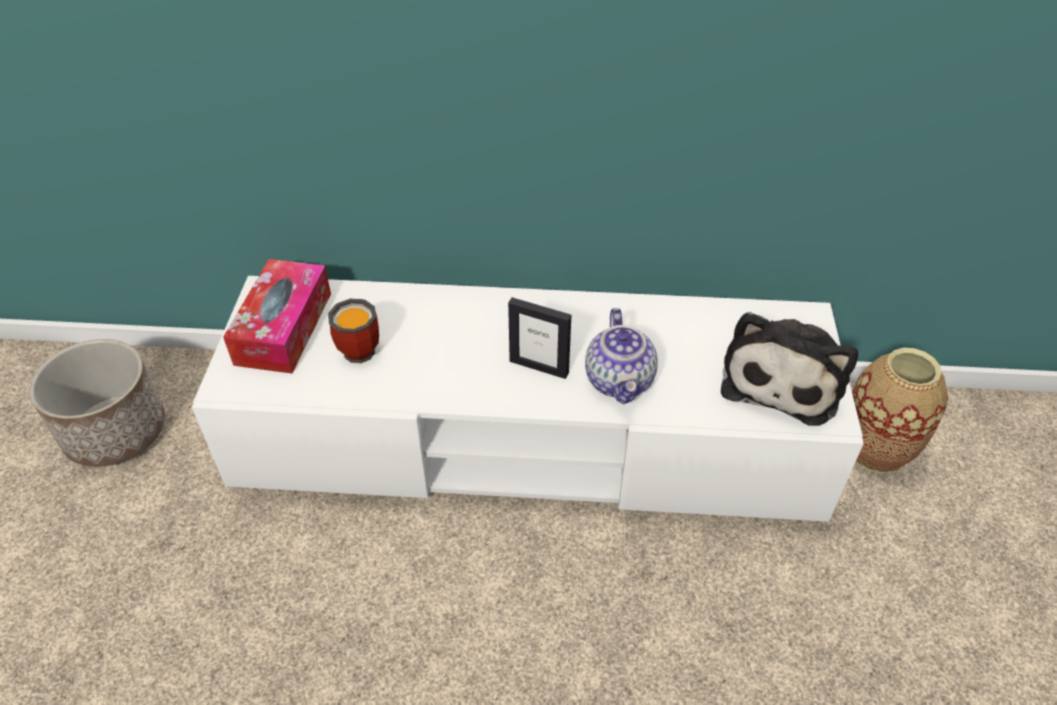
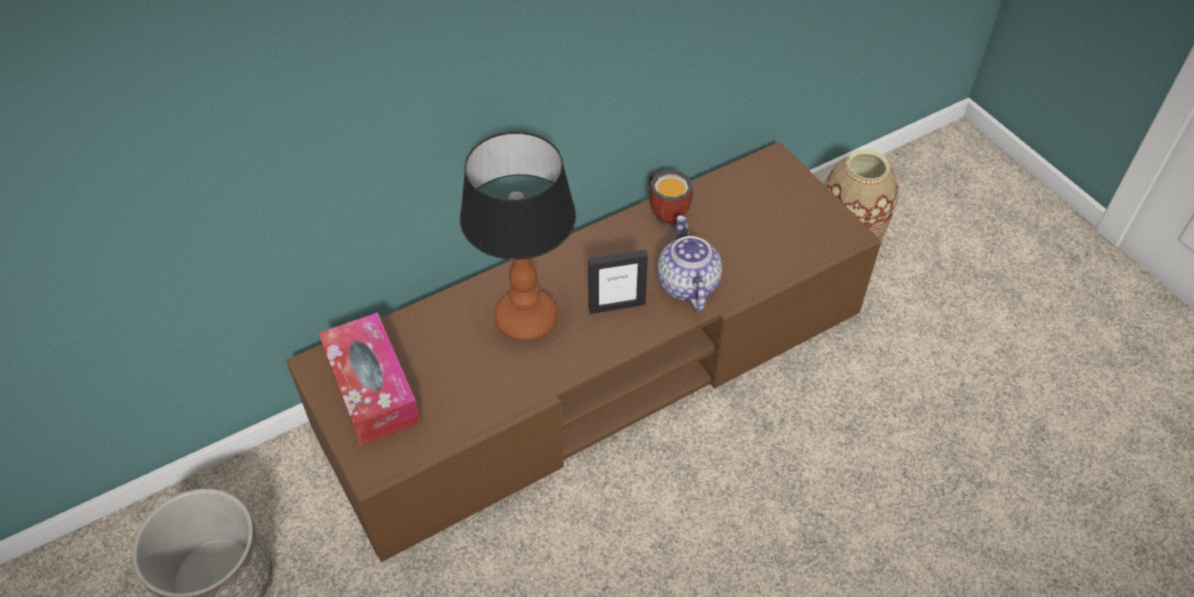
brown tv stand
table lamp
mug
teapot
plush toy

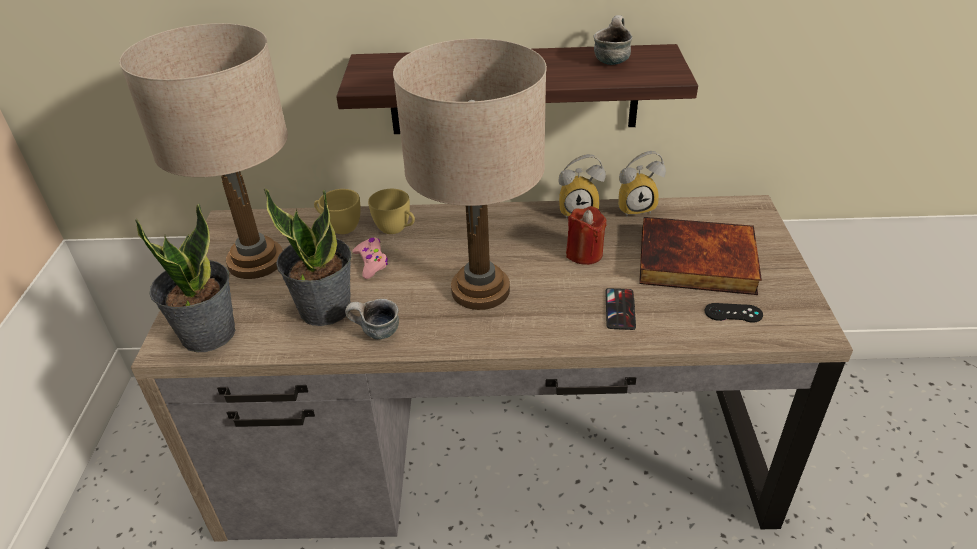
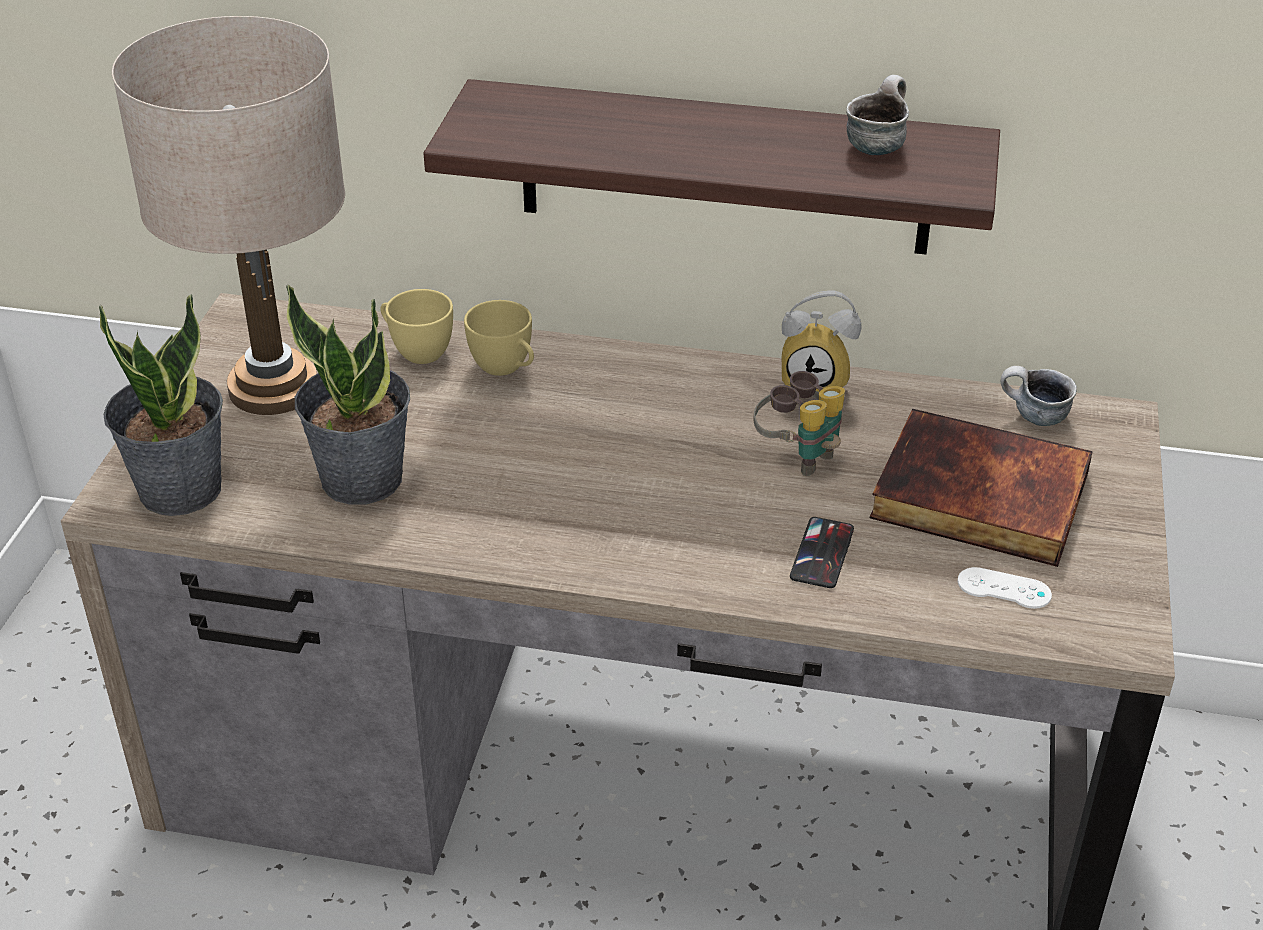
binoculars
white game controller
mug (no. 2 from left)
pink game controller
beige table lamp (no. 2 from left in the first image)
alarm clock (no. 2 from left in the first image)

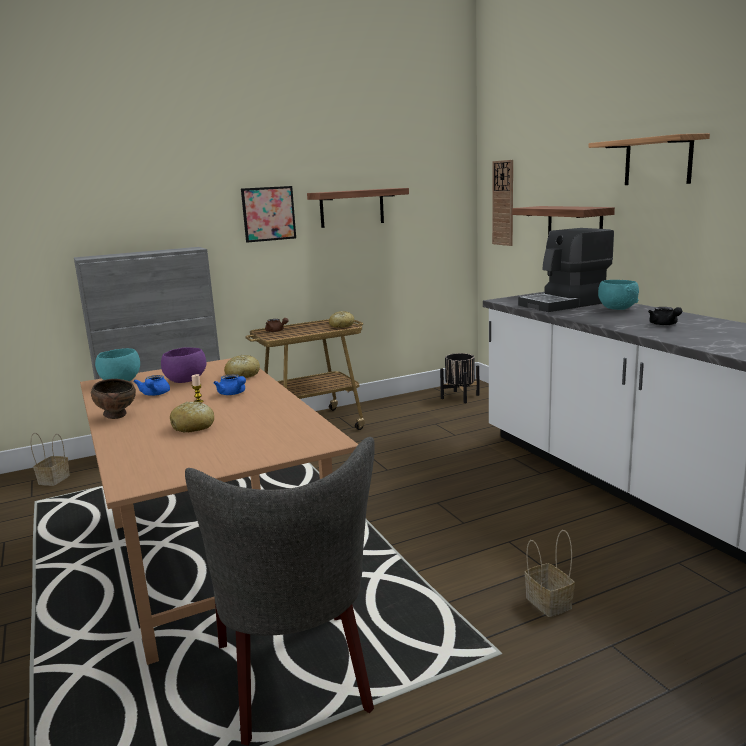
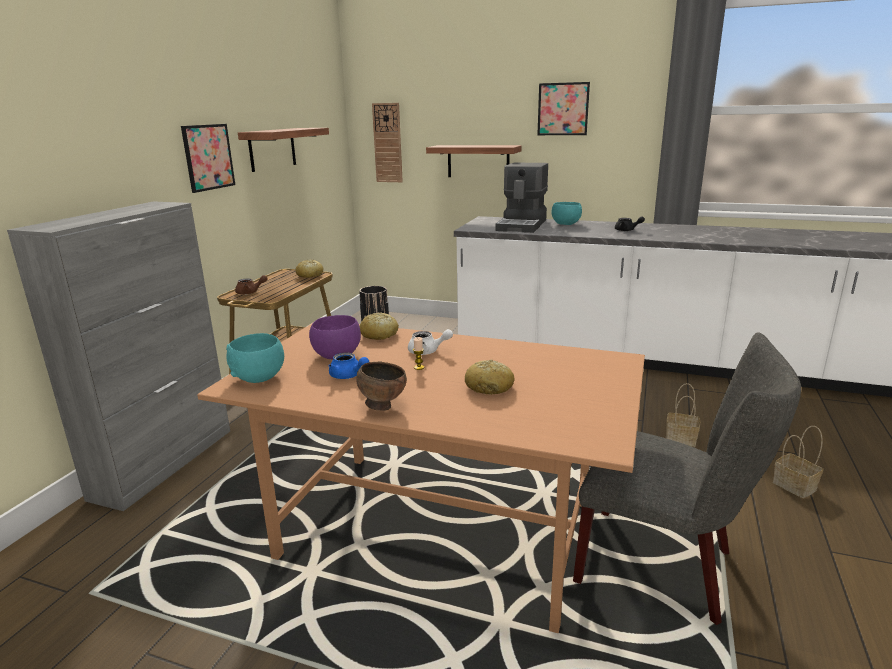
white teapot
picture (no. 2 from left)
basket (no. 2 from left)

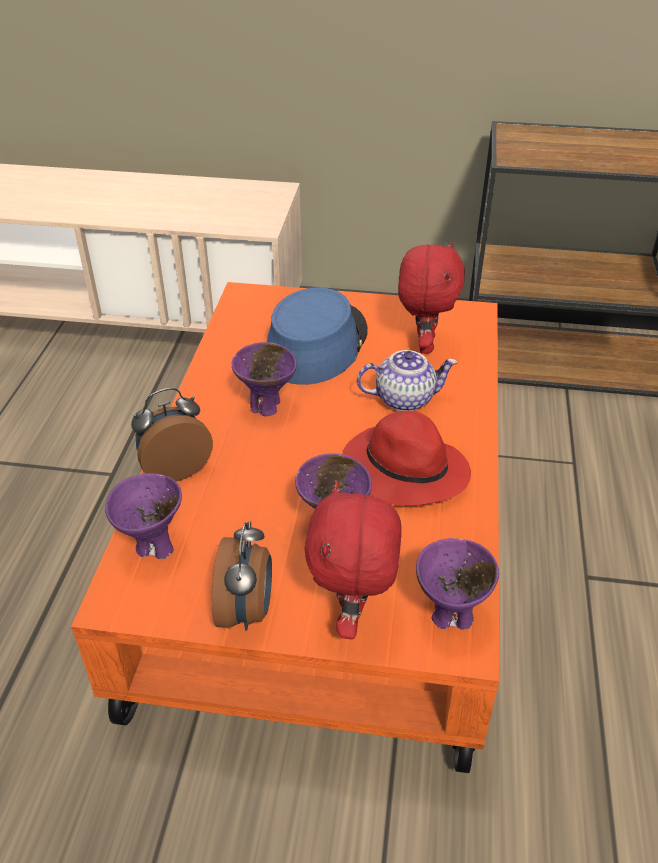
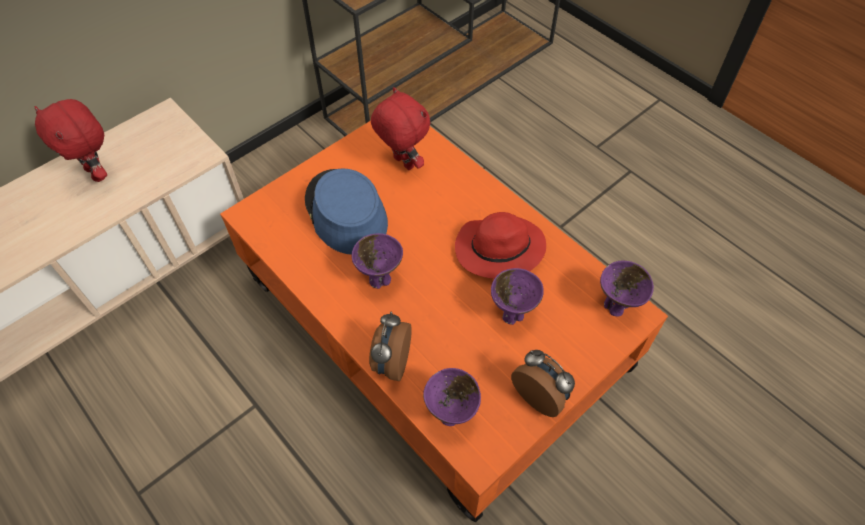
red plush toy (no. 1 from left)
teapot

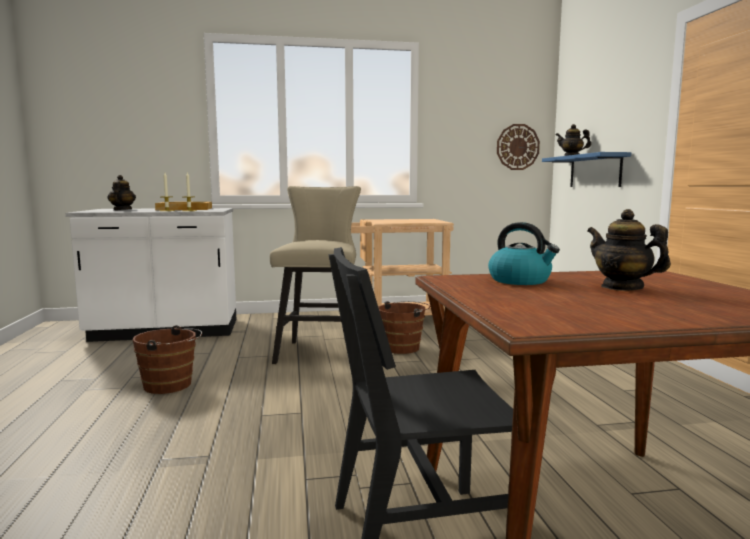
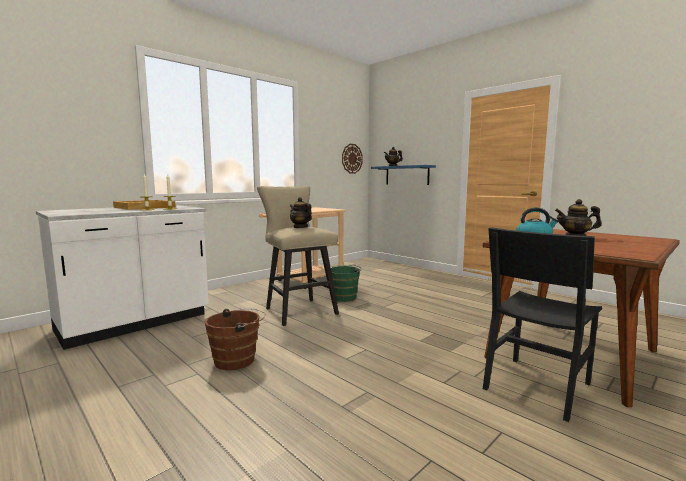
teapot (no. 1 from left)
green bucket

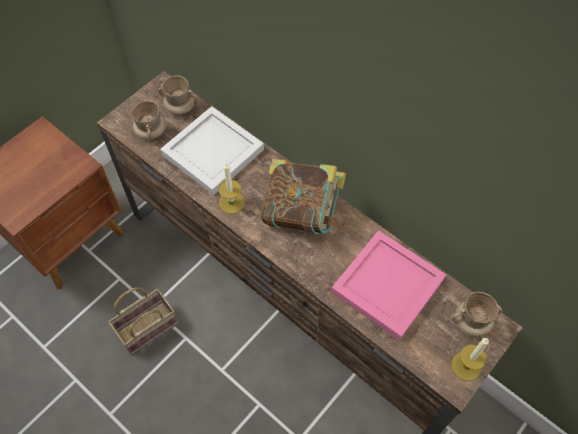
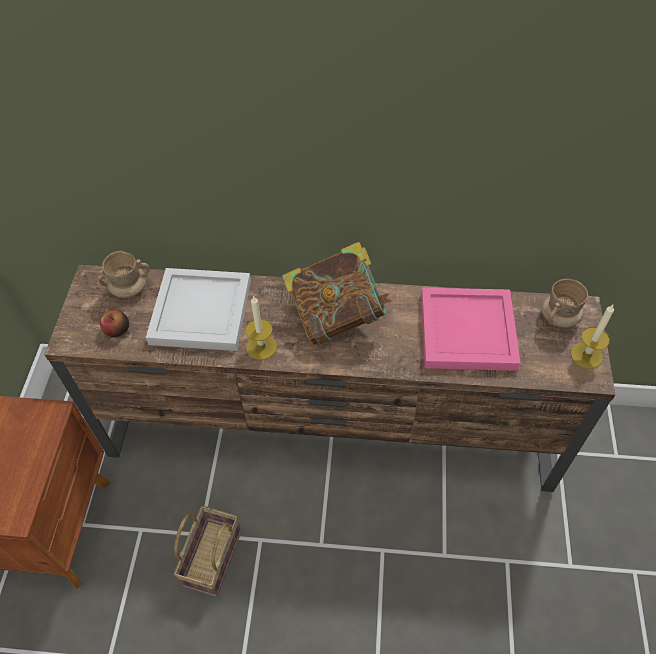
apple

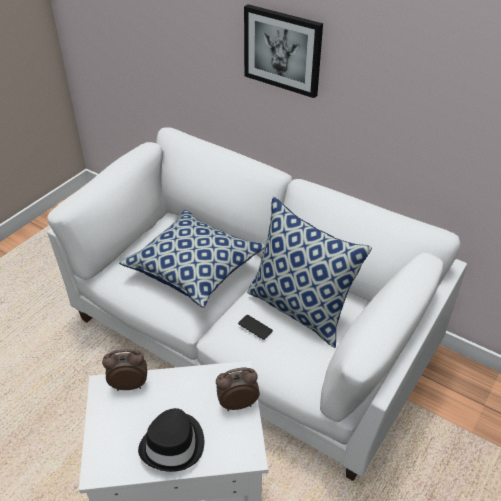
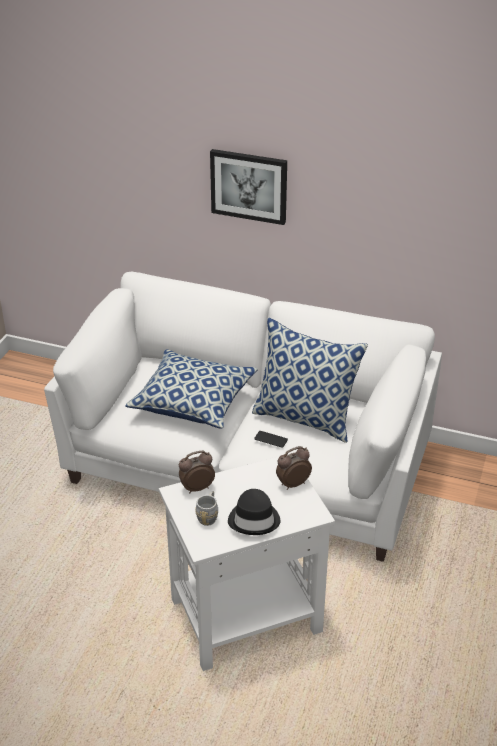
grey mug

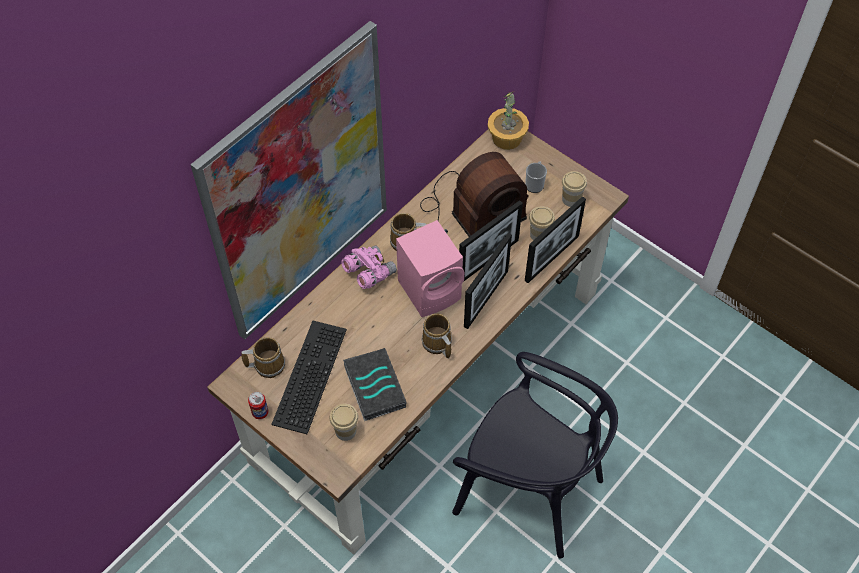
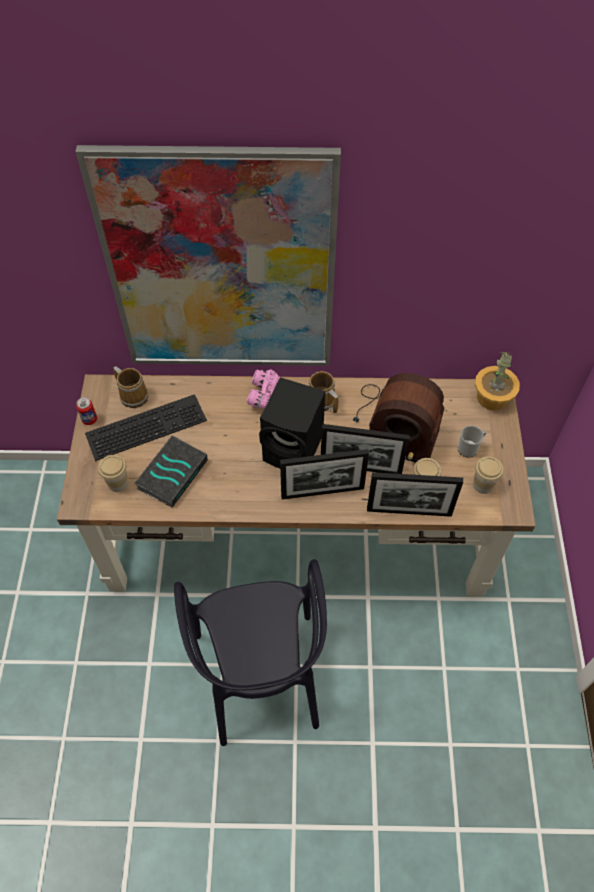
black speaker
mug (no. 3 from left in the first image)

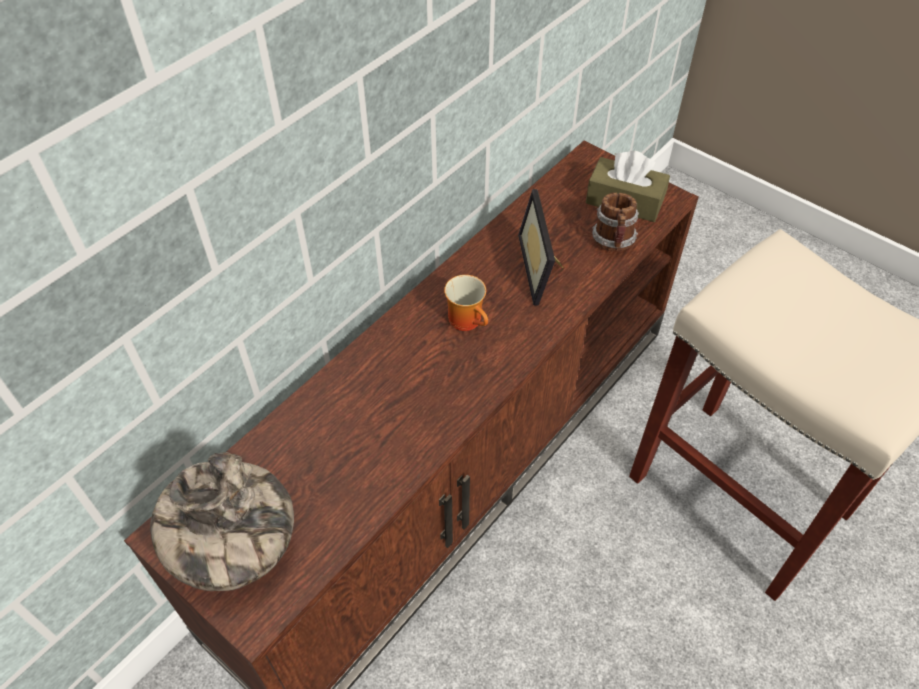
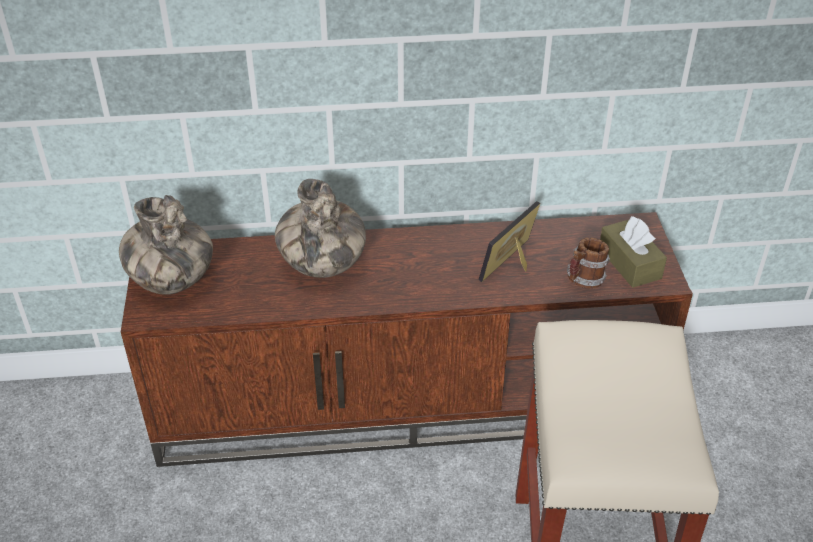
vase (no. 2 from left)
mug (no. 1 from left in the first image)

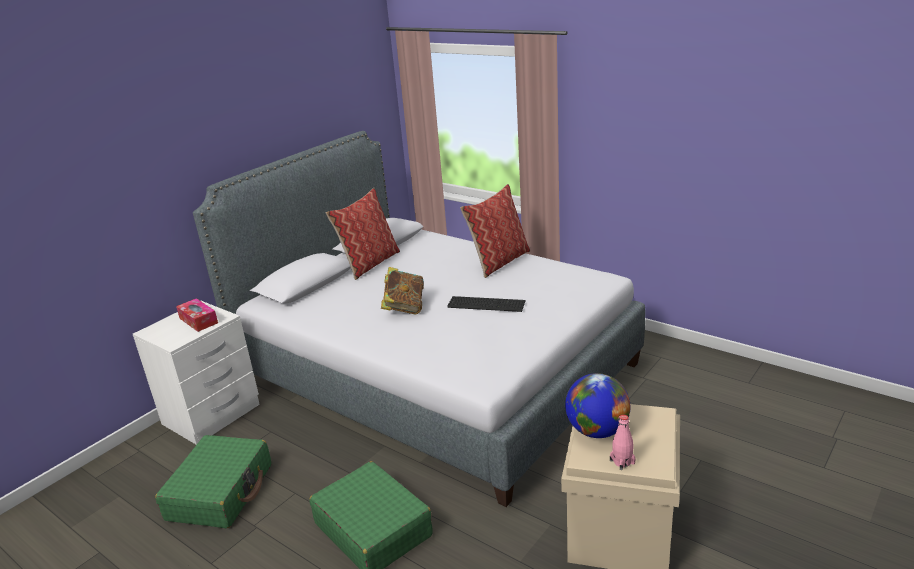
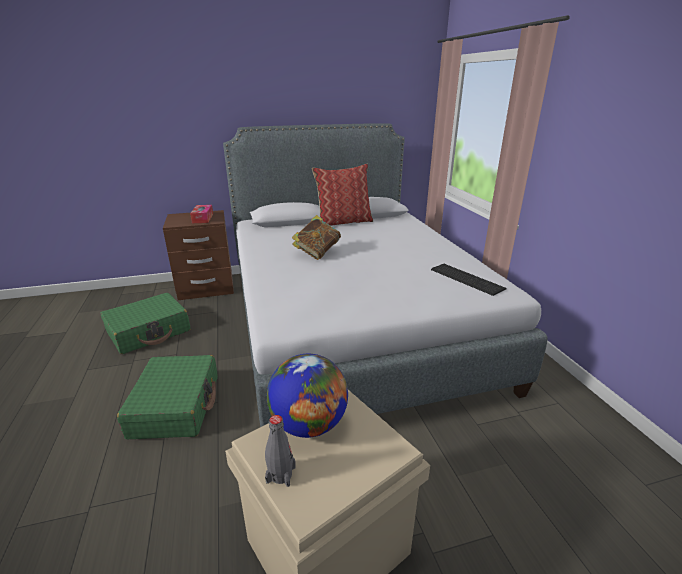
brown nightstand
grey bottle
keyboard
pillow (no. 2 from left in the first image)

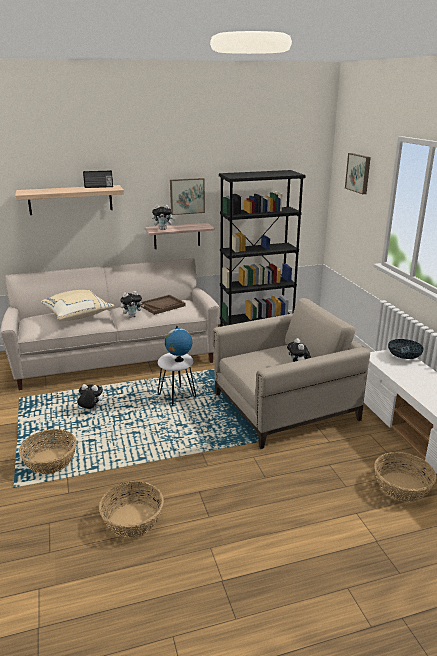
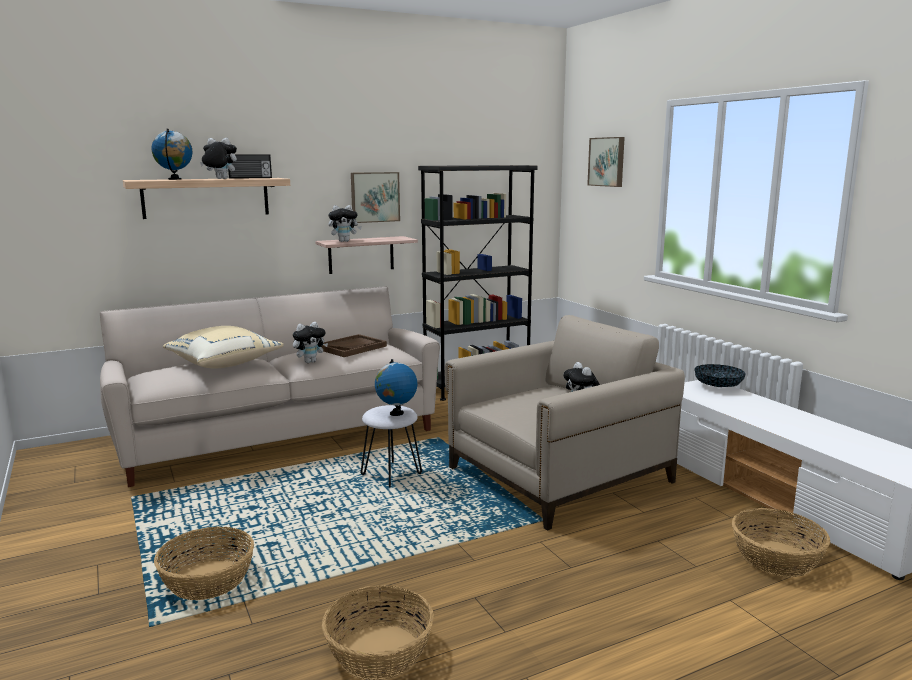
globe (no. 1 from left)
plush toy (no. 1 from left)

